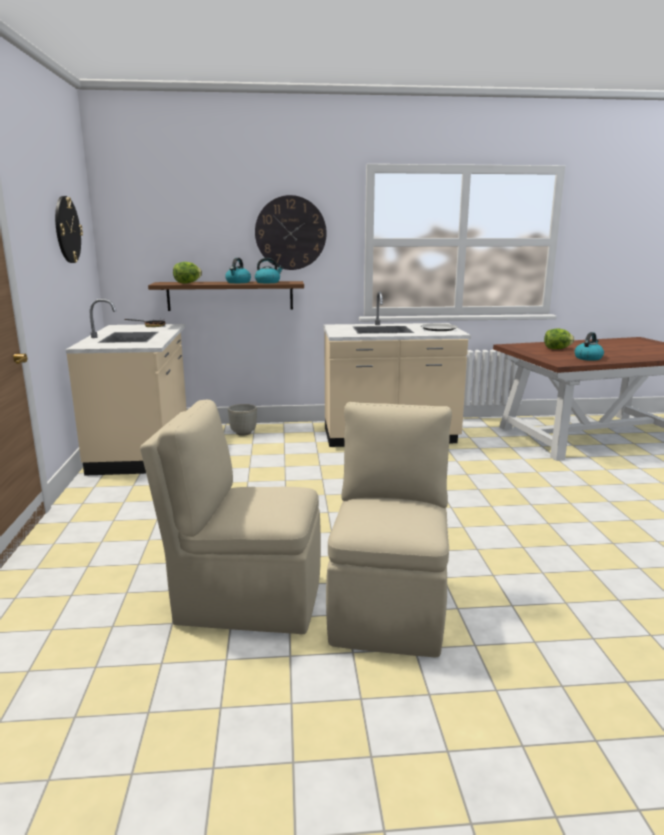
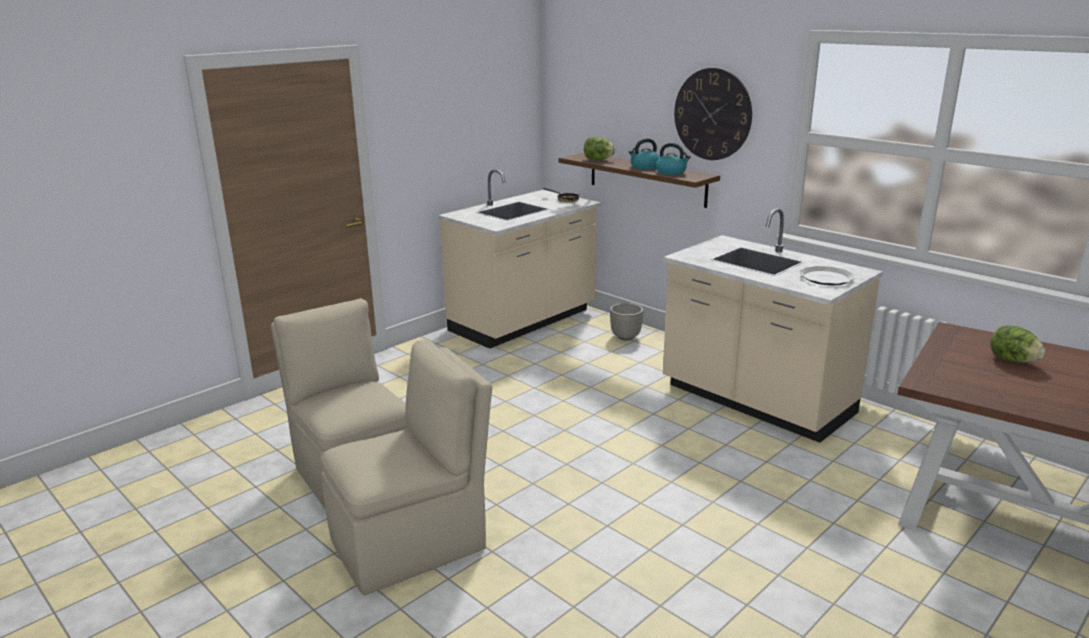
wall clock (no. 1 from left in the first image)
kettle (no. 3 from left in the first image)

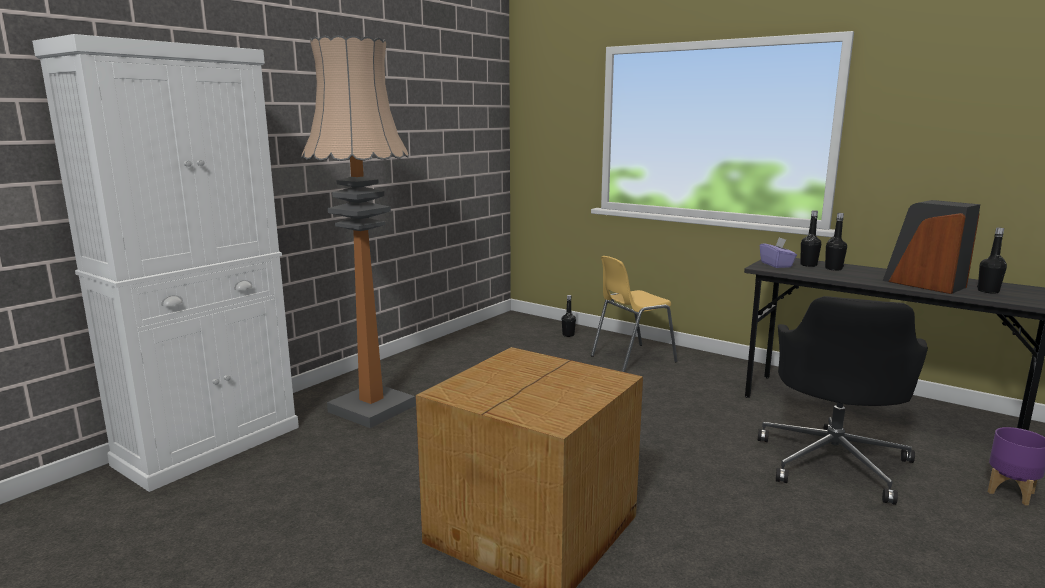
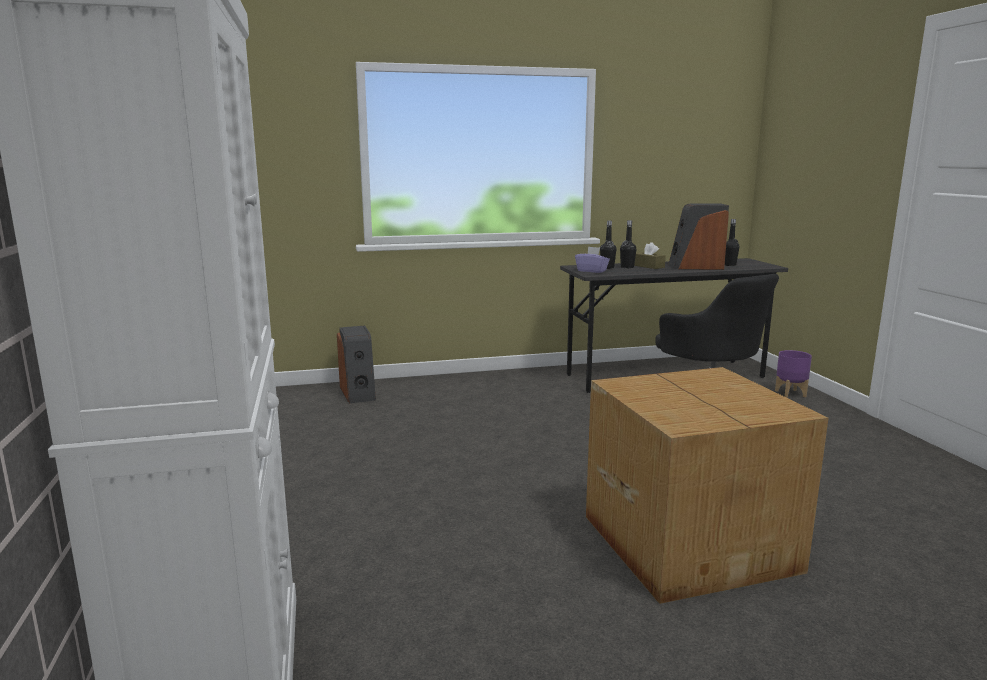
speaker (no. 1 from left)
brown tissue box
floor lamp
yellow chair

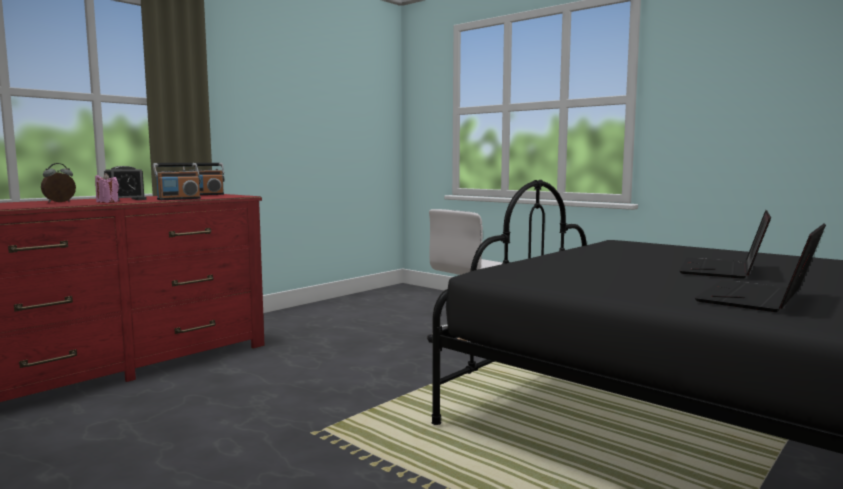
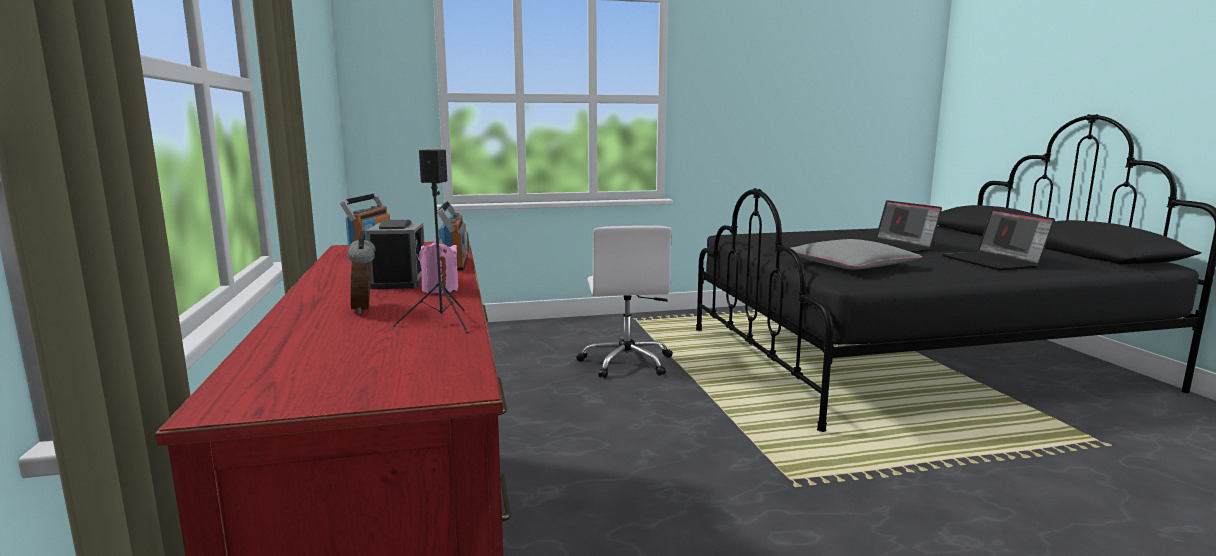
black speaker
grey pillow

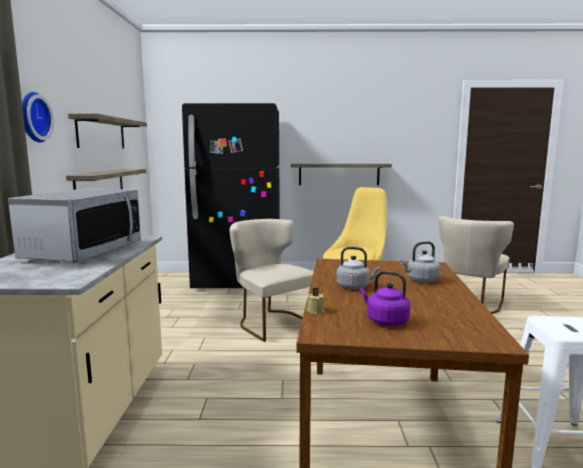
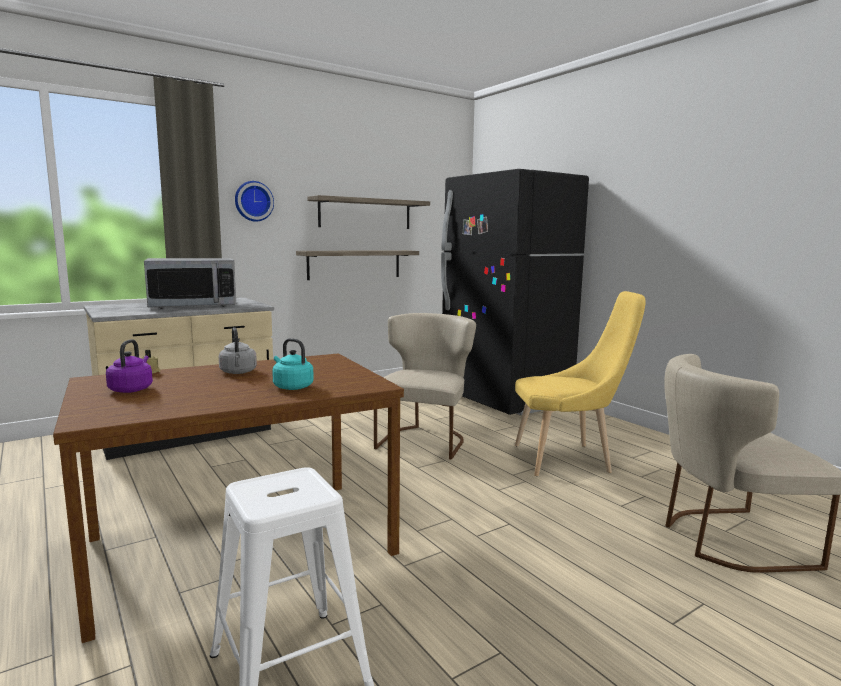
turquoise kettle
shelf (no. 3 from left in the first image)

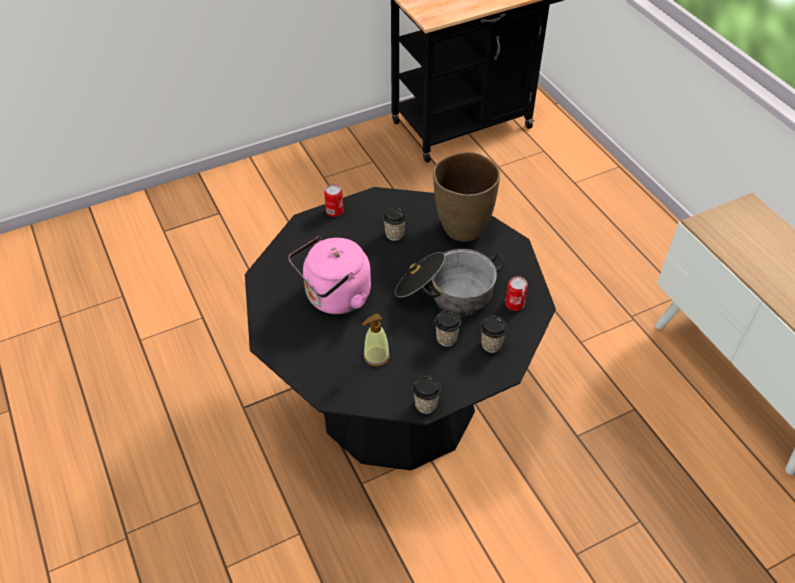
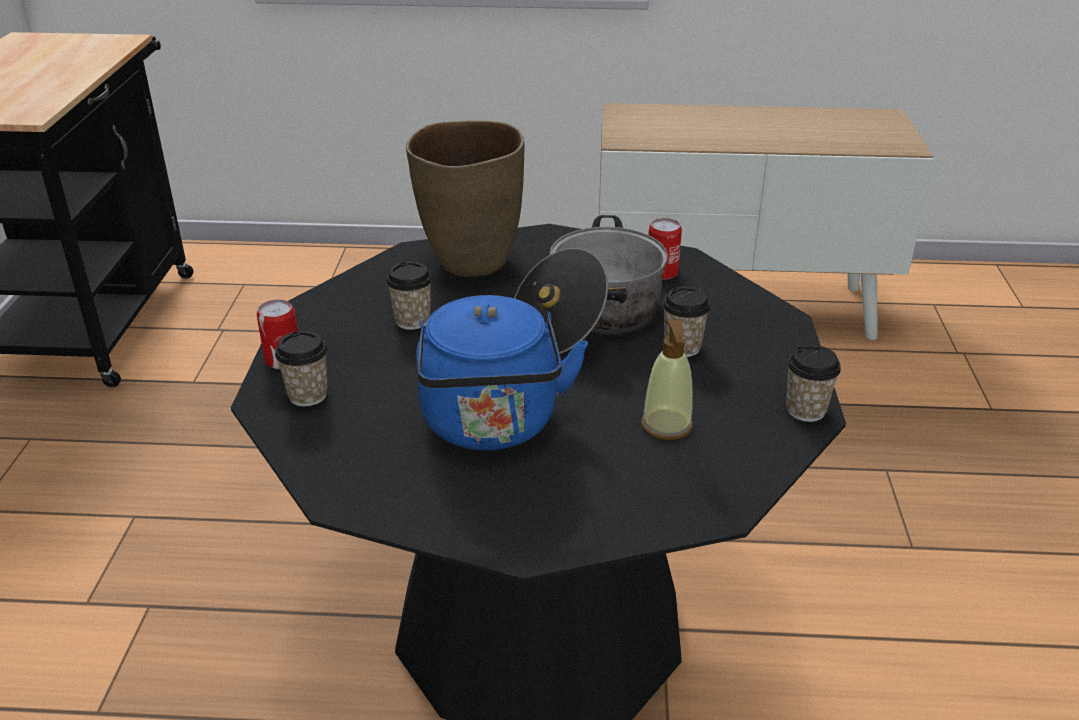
cup (no. 1 from left)
blue kettle

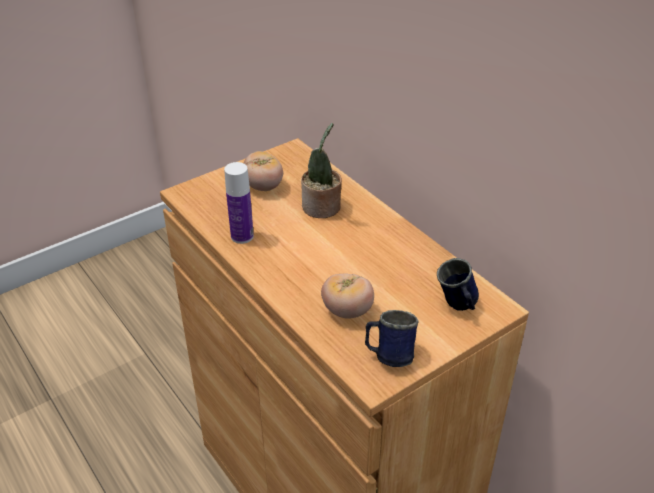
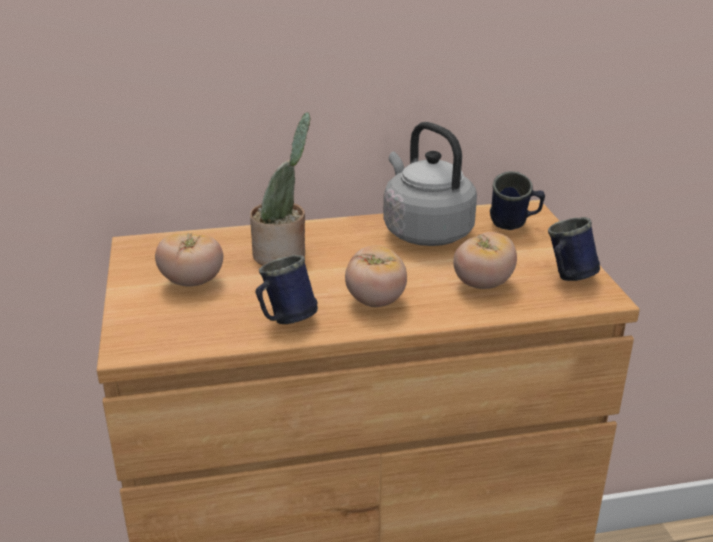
blue mug (no. 1 from left)
tomato (no. 2 from left)
grey kettle

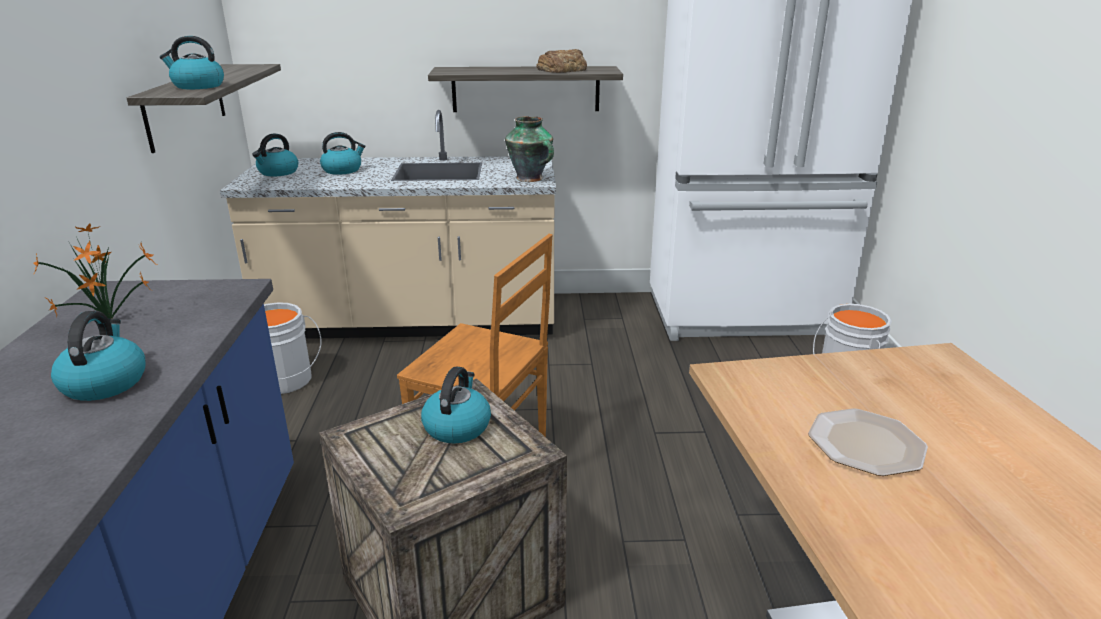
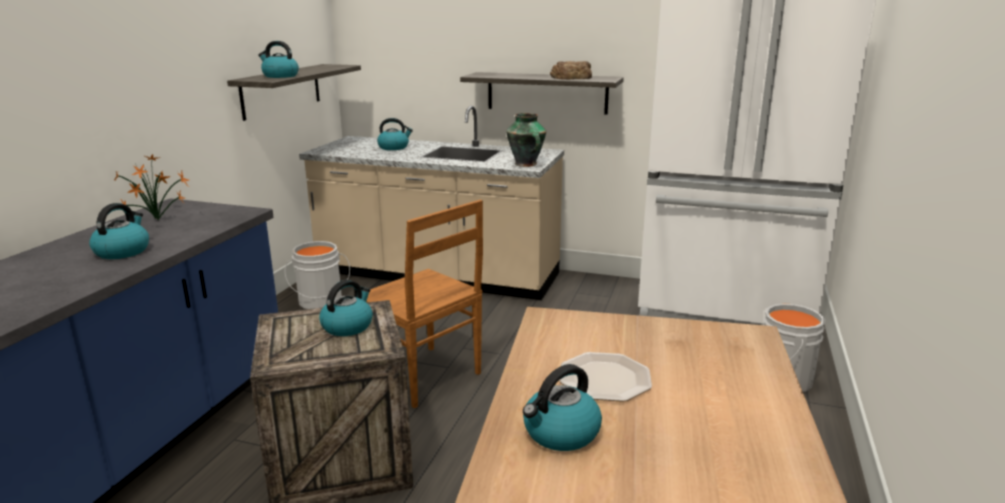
kettle (no. 5 from left)

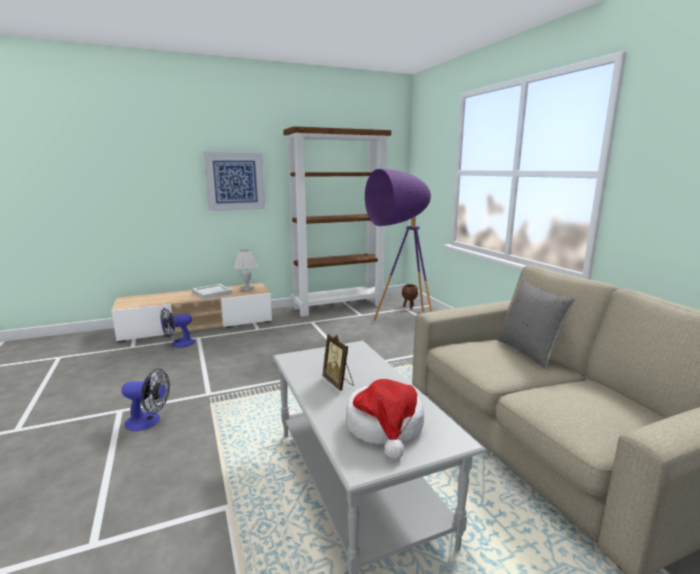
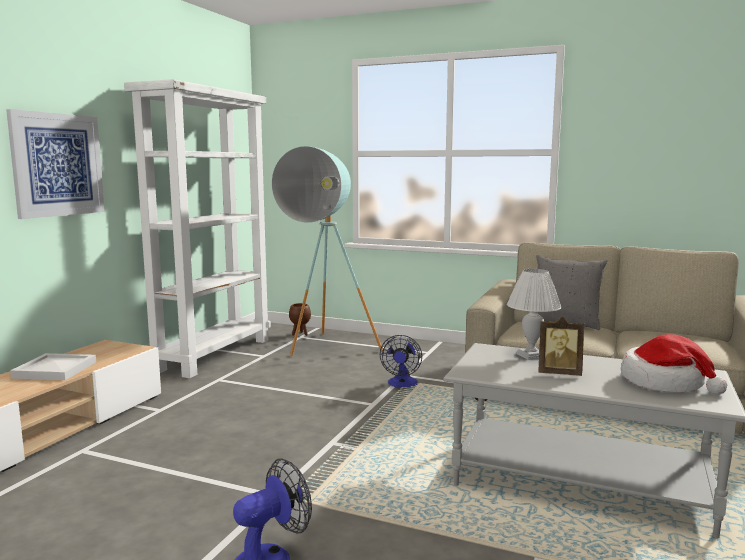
white bookcase
turquoise floor lamp
fan (no. 2 from left)
white table lamp

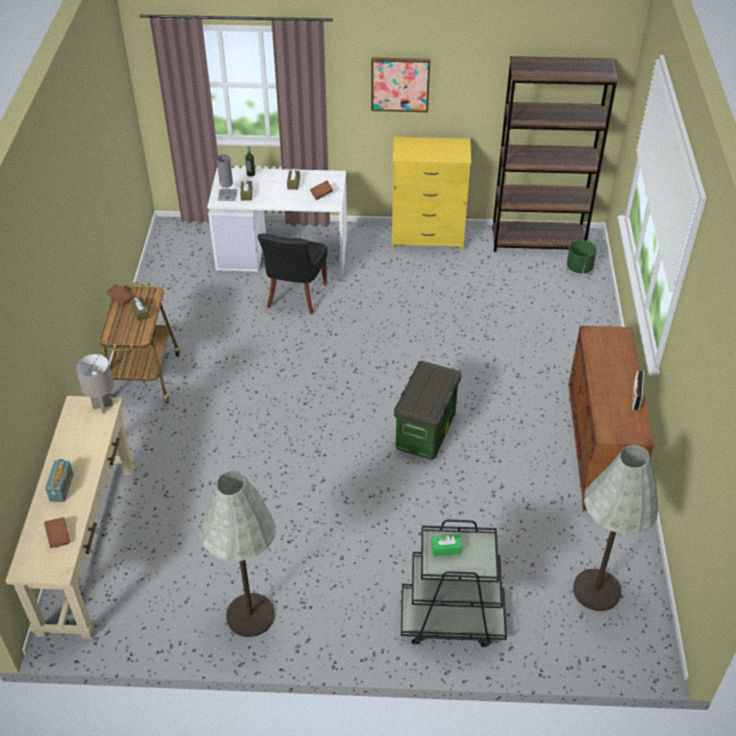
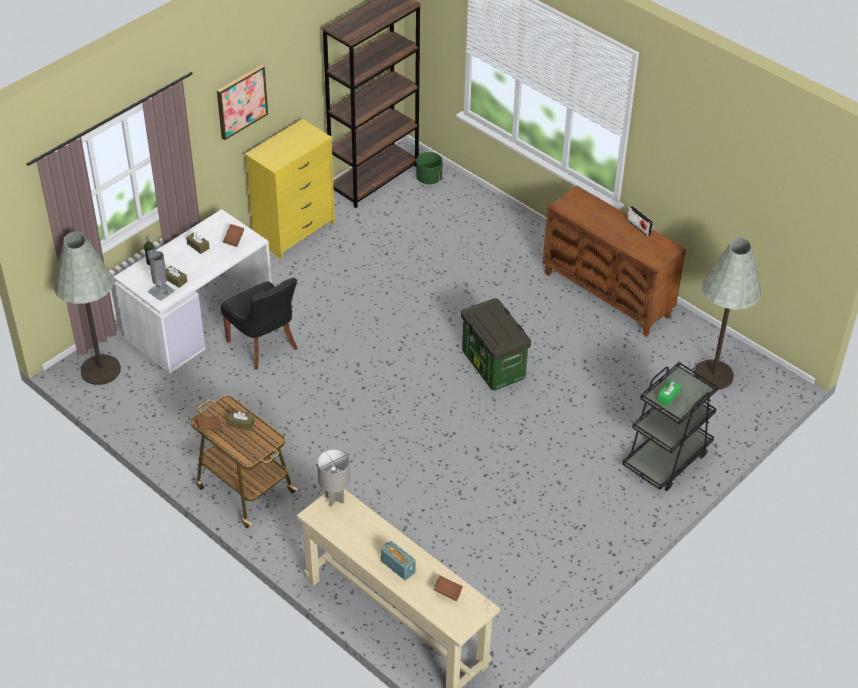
grey floor lamp (no. 1 from left)

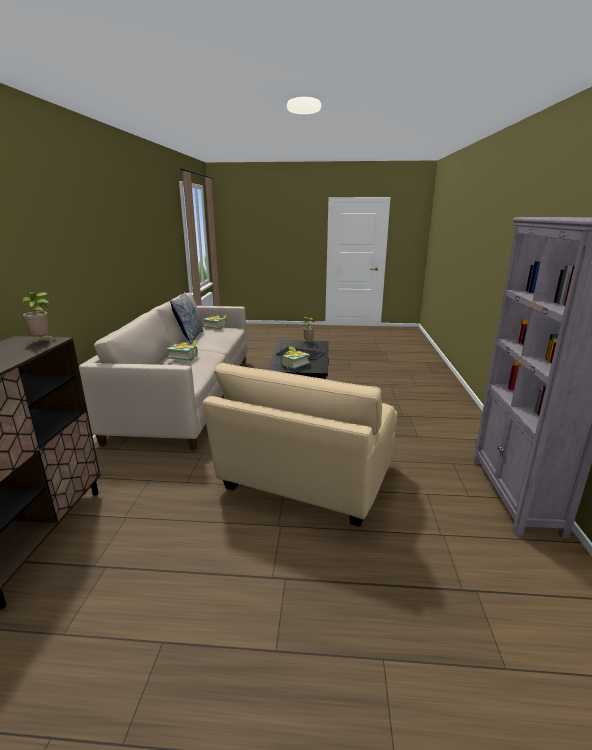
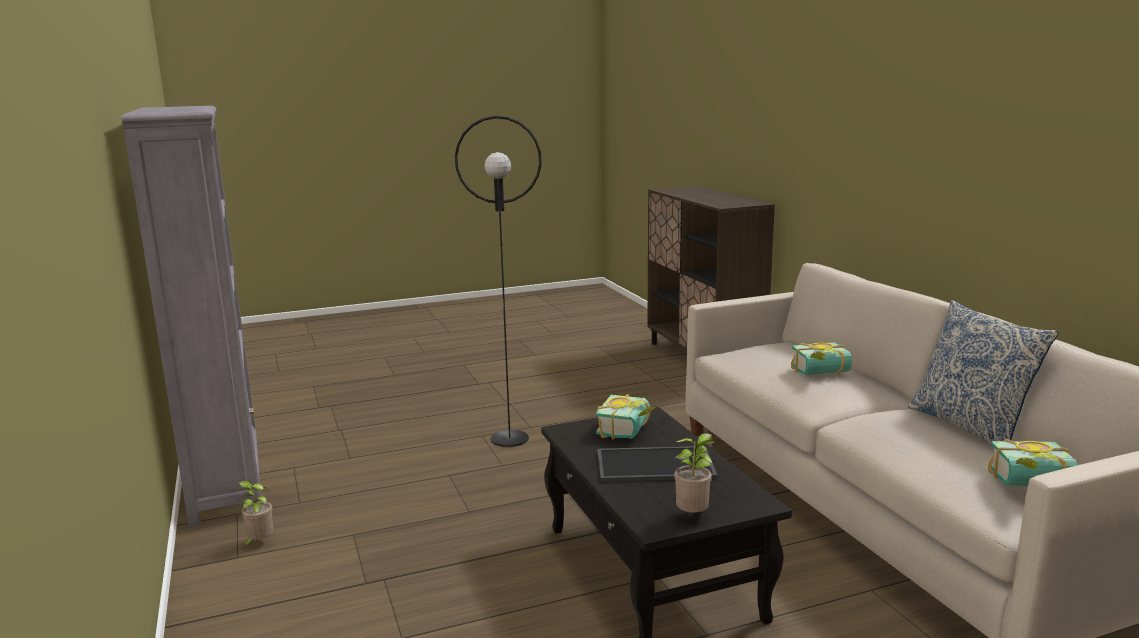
potted plant (no. 1 from left)
black floor lamp

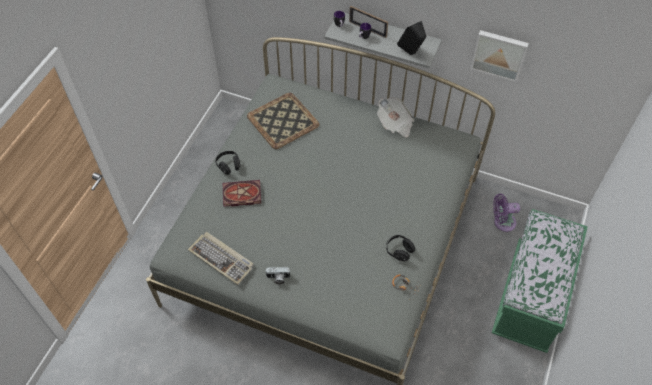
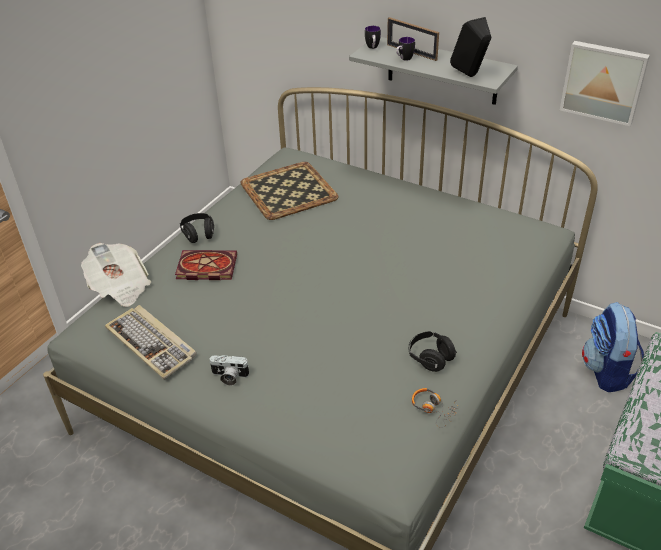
newspaper
backpack

